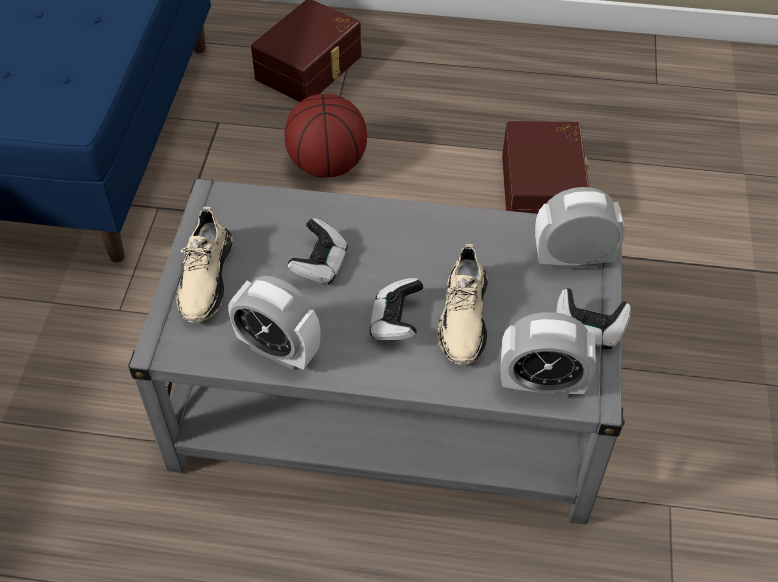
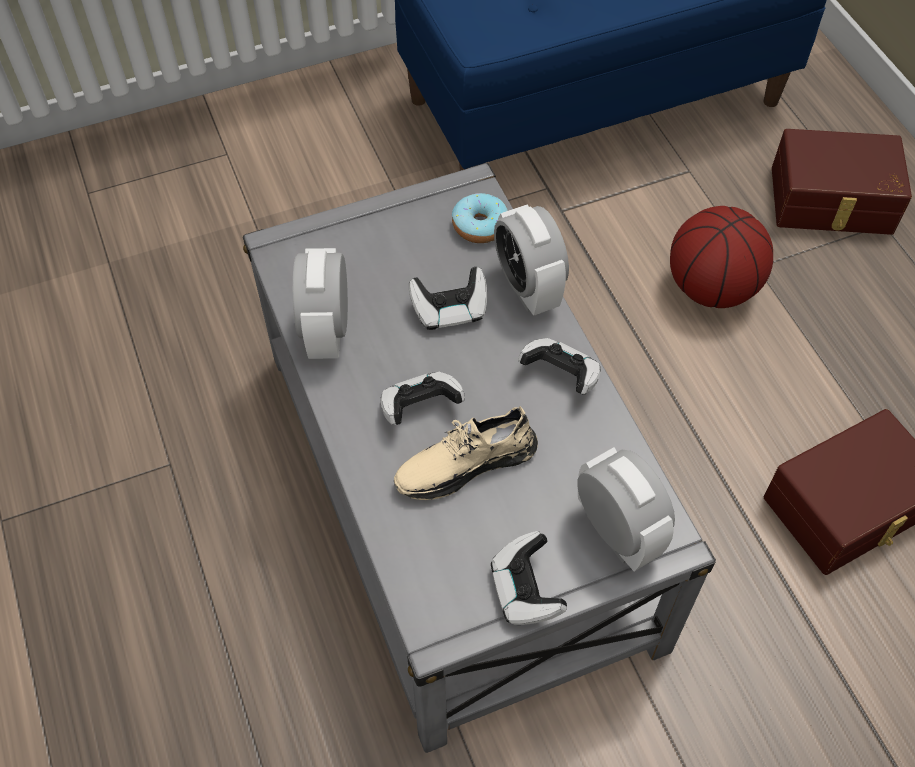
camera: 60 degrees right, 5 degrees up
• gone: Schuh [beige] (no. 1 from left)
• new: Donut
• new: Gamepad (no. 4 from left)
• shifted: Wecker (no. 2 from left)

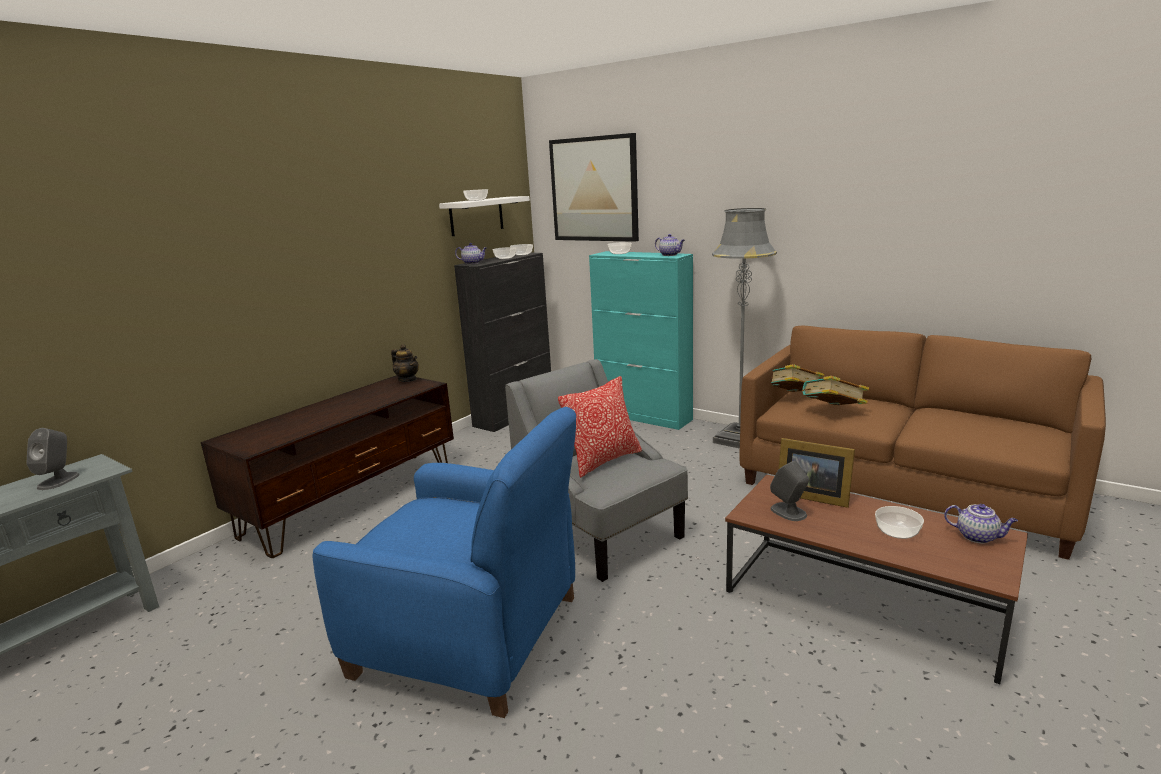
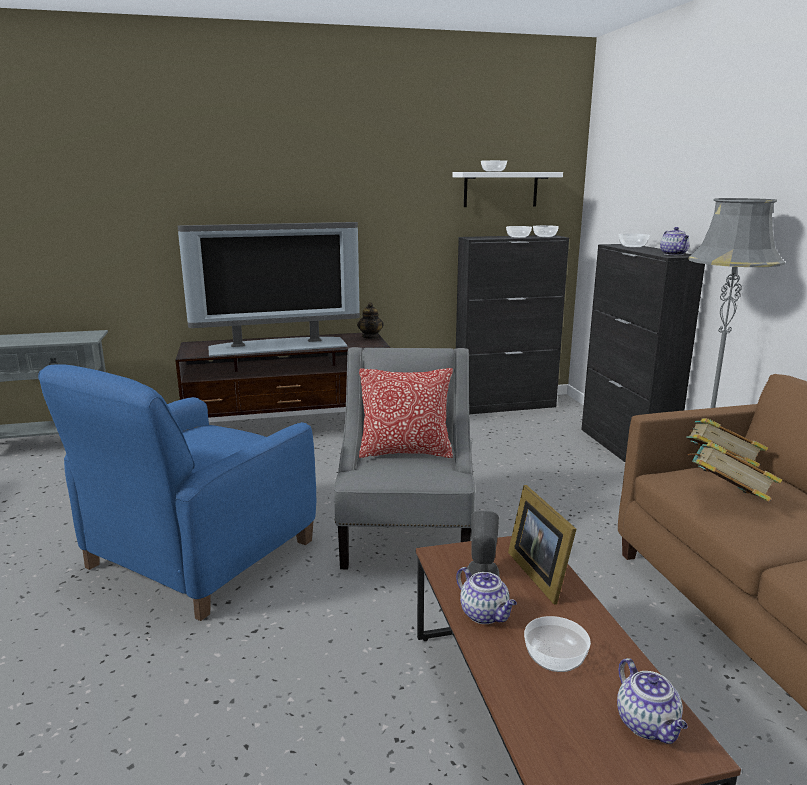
camera: 40 degrees right, 0 degrees up
• gone: Lautsprecher [grau] (no. 1 from left)
• gone: Bild
• new: Fernseher
• shifted: Teekanne (no. 2 from left)
• repainted: Schrank [türkis] to Schrank [schwarz] (no. 2 from left)
• rotated: Sessel [blau] 60 degrees clockwise

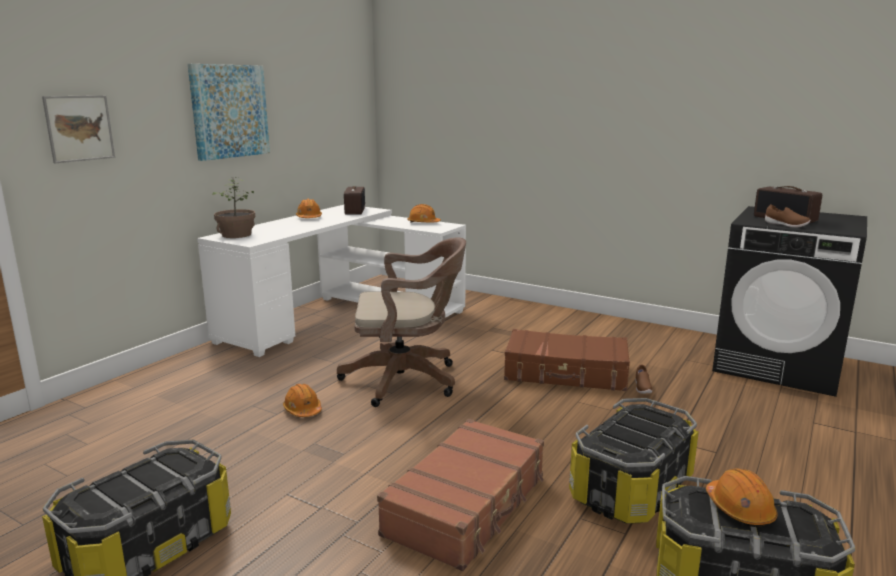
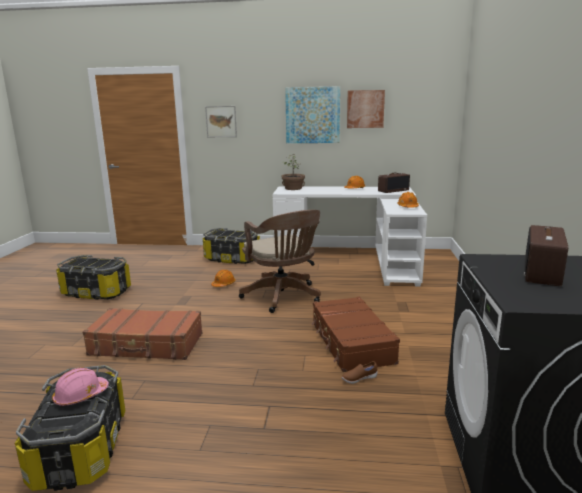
camera: 65 degrees right, 0 degrees up
• gone: Schuh [braun] (no. 2 from left)
• new: Bild (no. 3 from left)
• shifted: Aufbewahrungsbox (no. 2 from left in the first image) to Aufbewahrungsbox (no. 3 from left)
• repainted: Schutzhelm [orange] (no. 4 from left) to Schutzhelm [rosa]

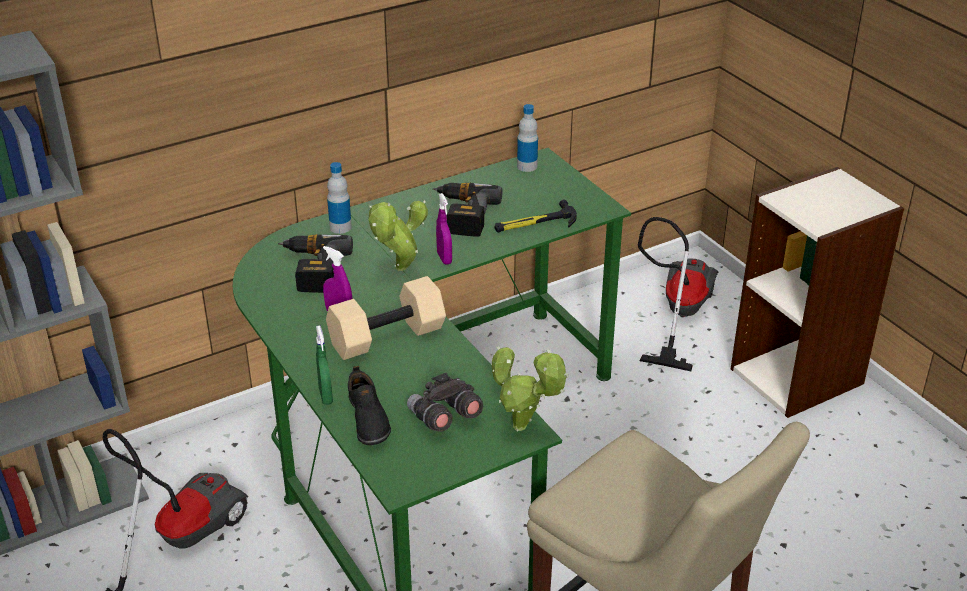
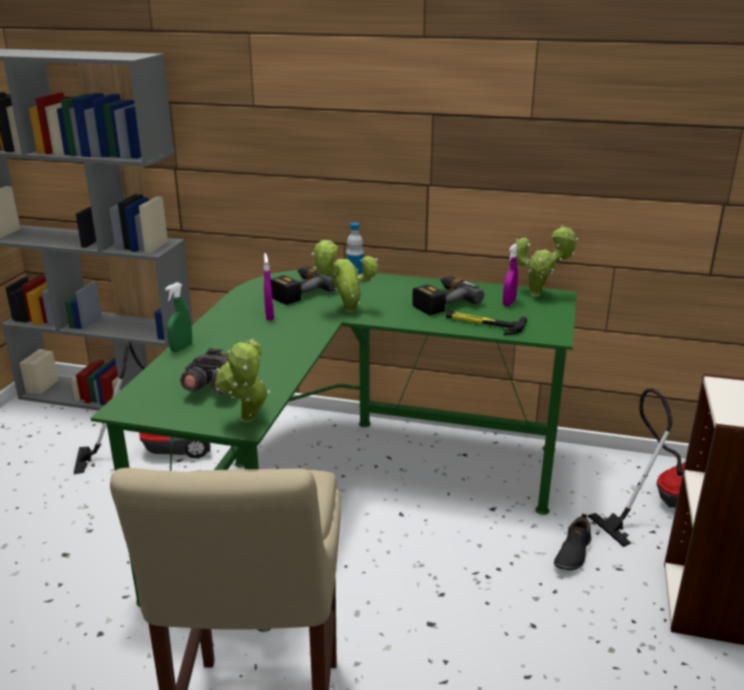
camera: 45 degrees right, 10 degrees down
• gone: Hantel [beige]
• shifted: Schuh [schwarz]
• shifted: Sprühflasche [lila] (no. 2 from left)
• swapped: Flasche (no. 2 from left) to Topfpflanze (no. 3 from left)

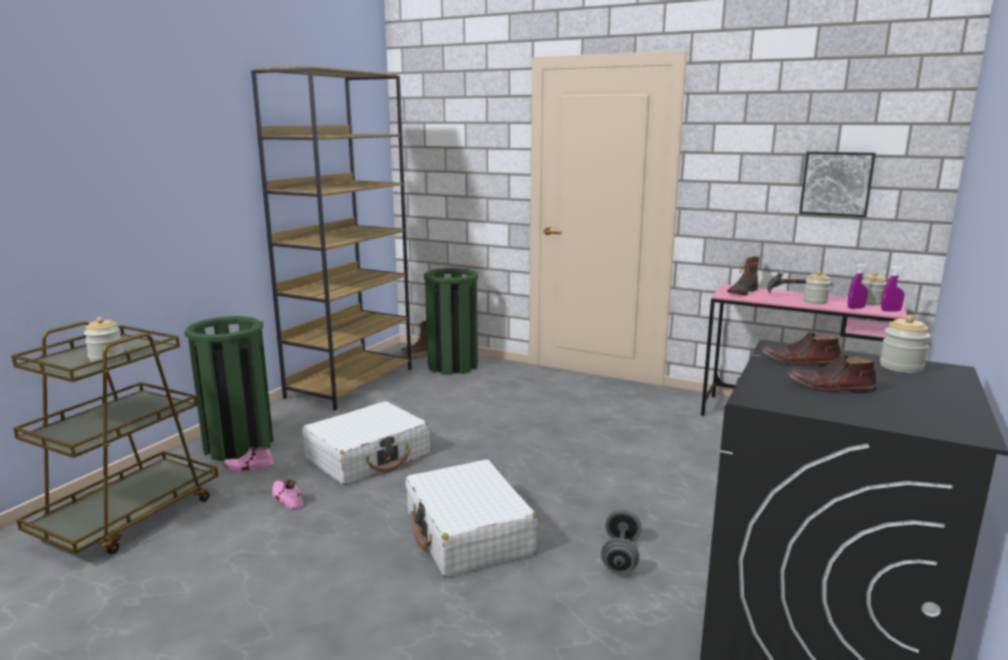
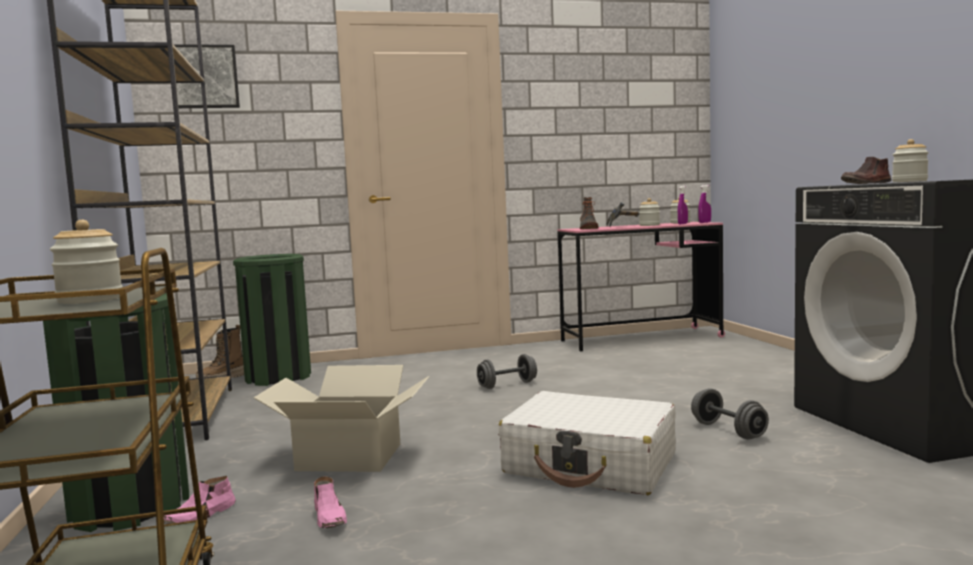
camera: 40 degrees left, 10 degrees down
• gone: Schuh [braun] (no. 2 from left)
• new: Hantel [grau] (no. 1 from left)
• shifted: Bild
• swapped: Koffer [weiß] (no. 1 from left) to Karton
• rotated: Schuh [rosa] (no. 2 from left) 120 degrees counterclockwise

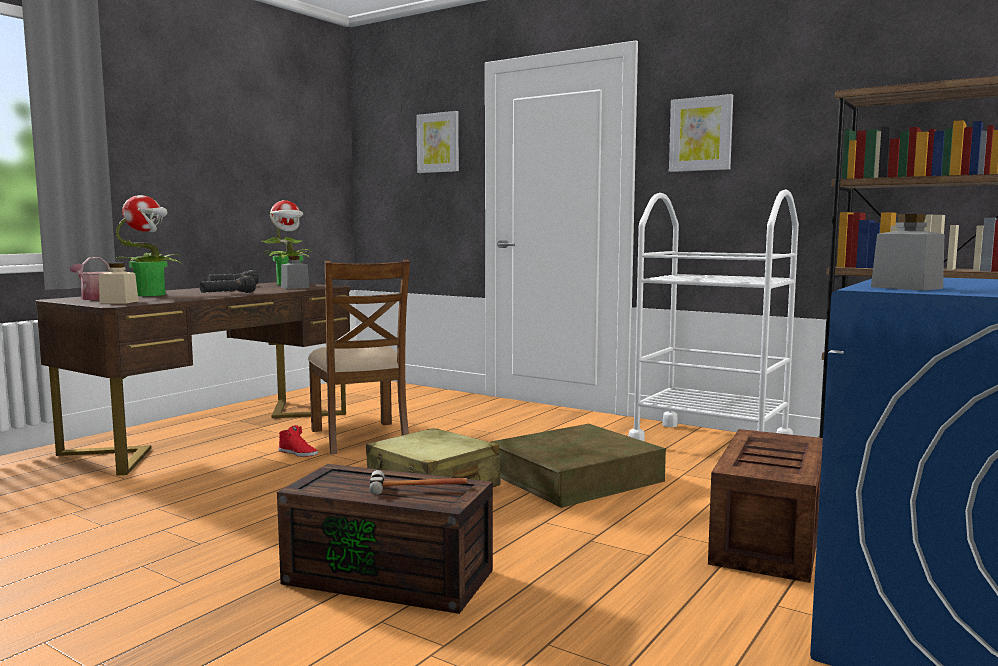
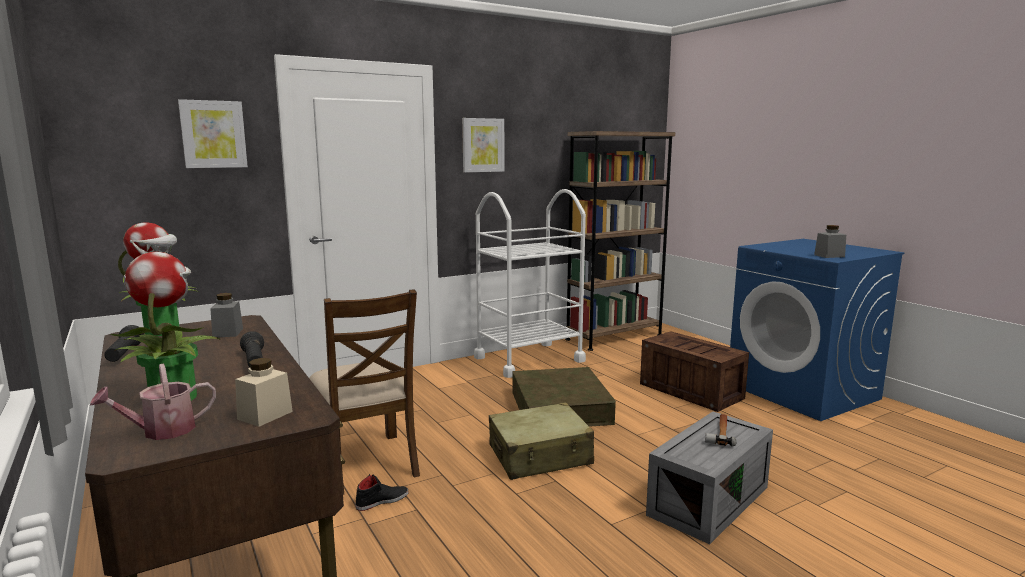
camera: 65 degrees left, 5 degrees up
• repainted: Aufbewahrungsbox [braun] (no. 1 from left) to Aufbewahrungsbox [grau]
• repainted: Schuh [rot] to Schuh [schwarz]
• rotated: Stuhl [braun] 60 degrees clockwise

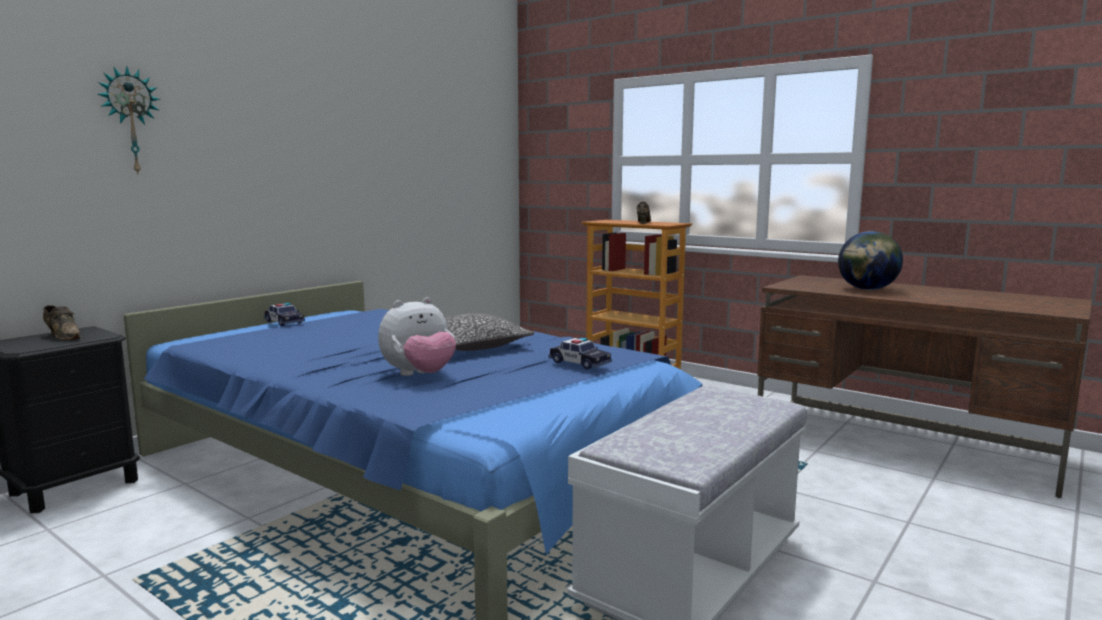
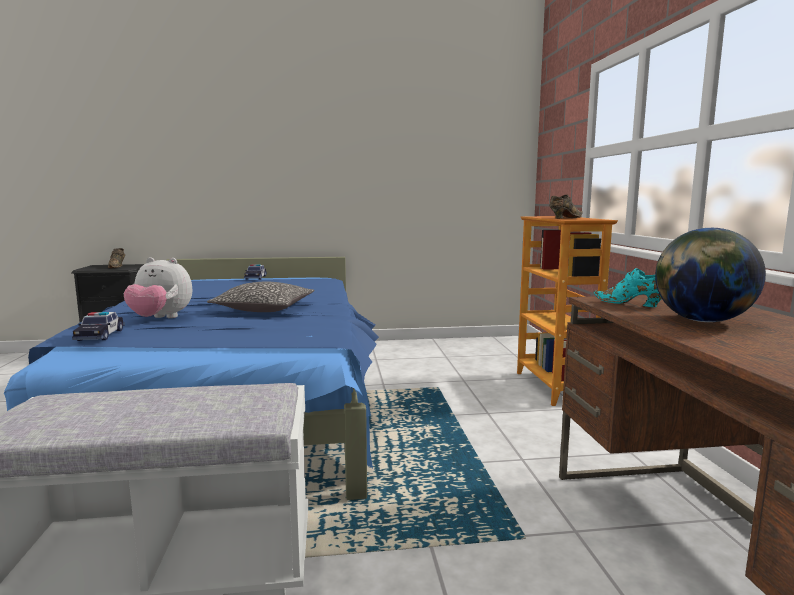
camera: 45 degrees right, 0 degrees up
• gone: Wanduhr
• new: Schuh [türkis]
• shifted: Spielzeugauto (no. 2 from left in the first image) to Spielzeugauto (no. 1 from left)

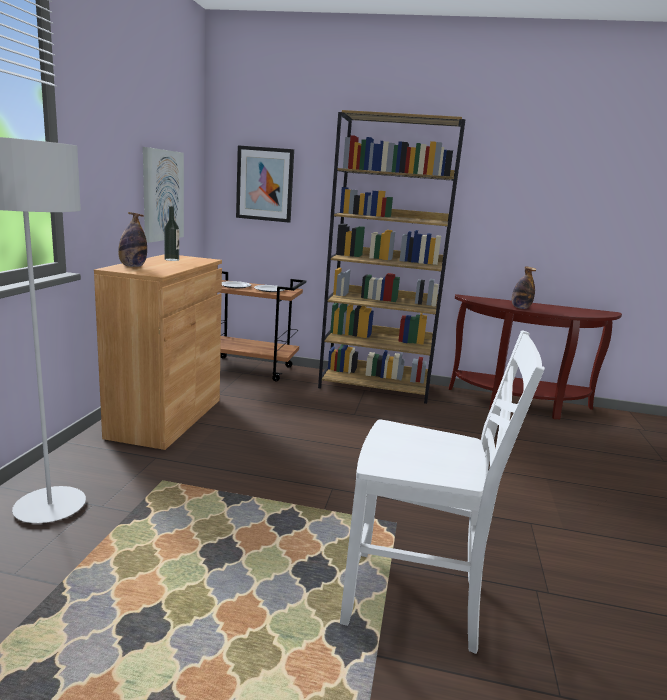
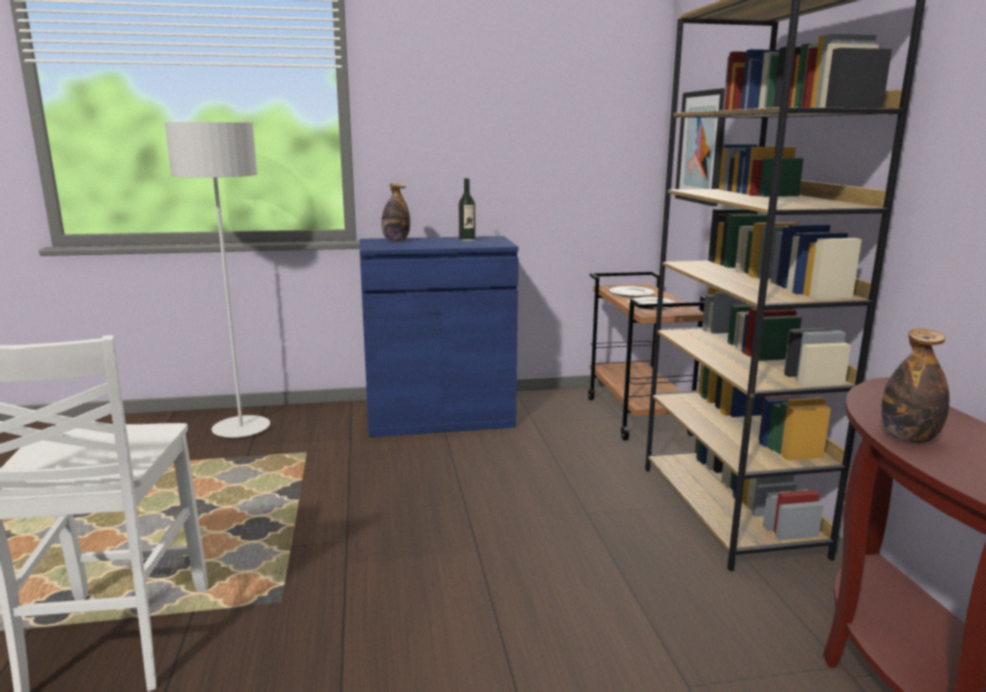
camera: 70 degrees right, 0 degrees up
• gone: Bild (no. 1 from left)
• repainted: Schrank [braun] to Schrank [blau]

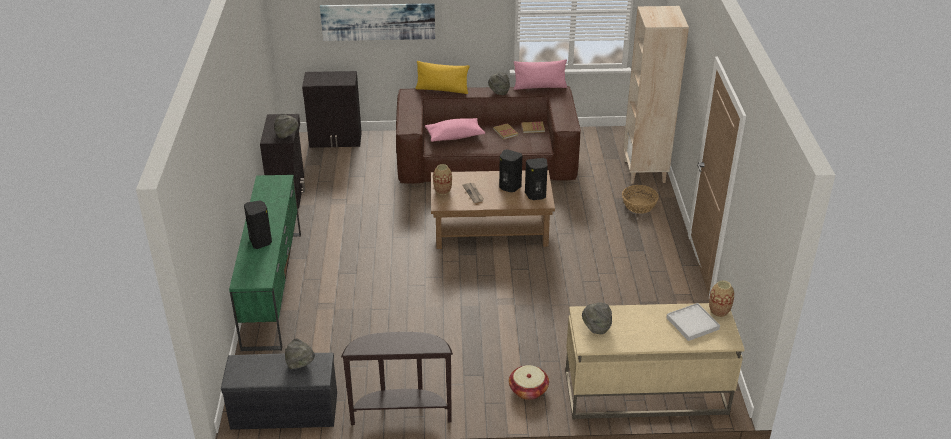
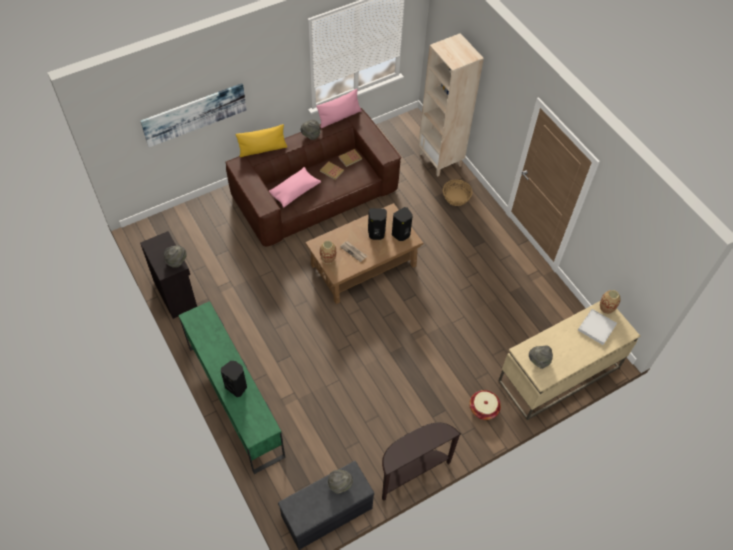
camera: 30 degrees left, 20 degrees up
• gone: Schrank [schwarz] (no. 2 from left)

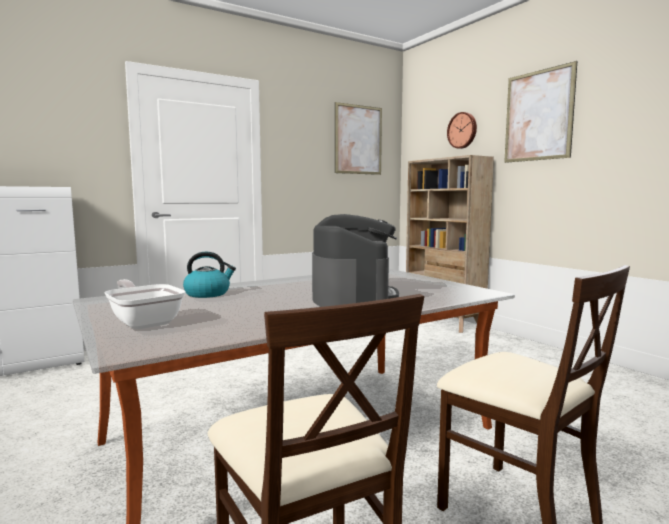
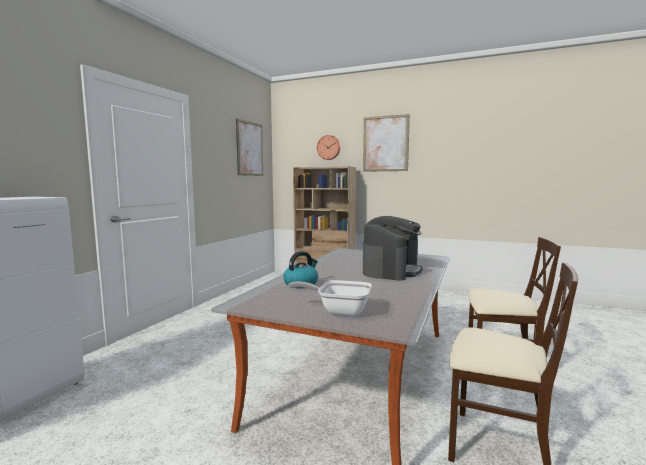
camera: 35 degrees left, 0 degrees up
• rotated: Kaffeemaschine 60 degrees clockwise

